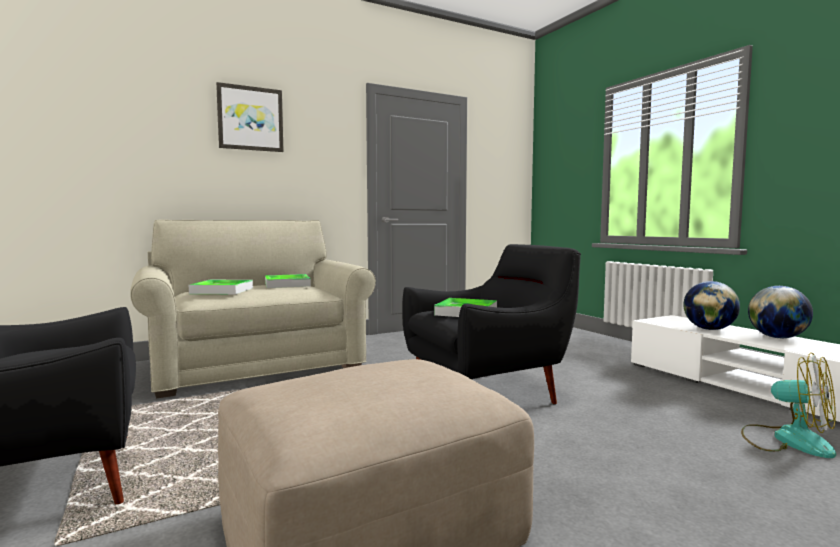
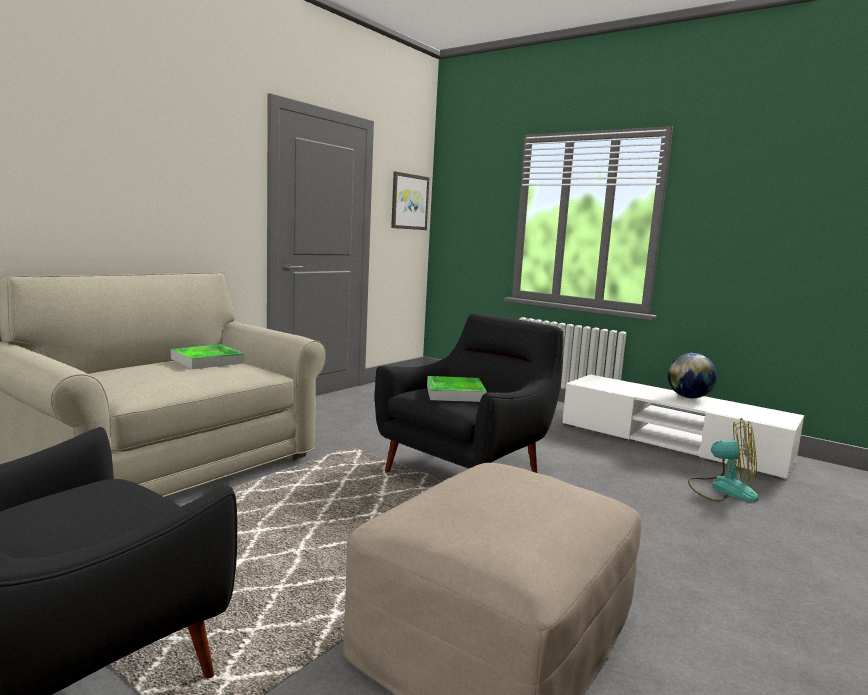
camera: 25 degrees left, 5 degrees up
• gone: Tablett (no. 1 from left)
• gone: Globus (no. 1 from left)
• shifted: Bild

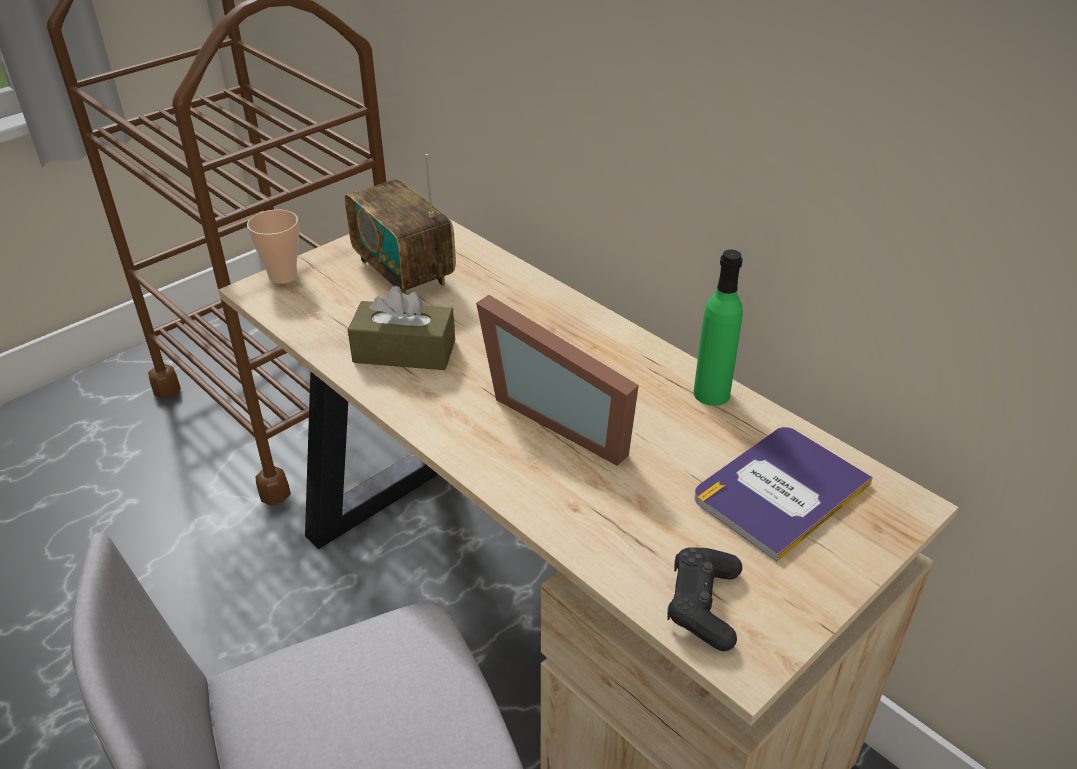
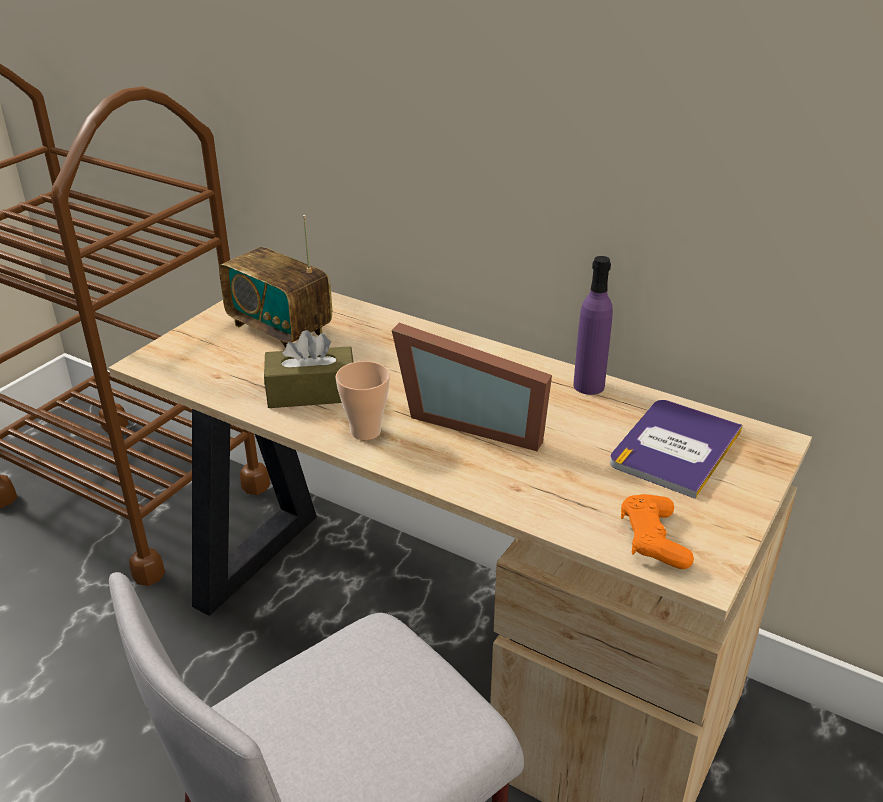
camera: 15 degrees left, 5 degrees down
• shifted: Tasse
• repainted: Gamepad [schwarz] to Gamepad [orange]
• repainted: Flasche [grün] to Flasche [lila]

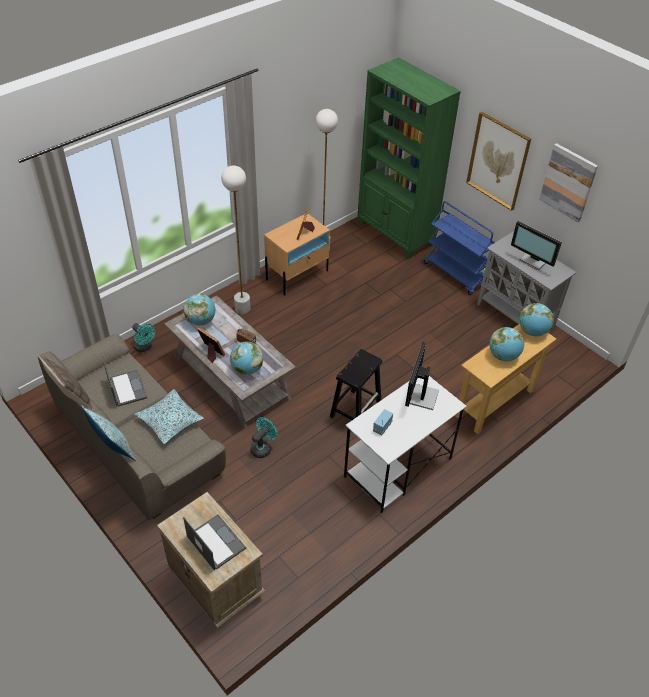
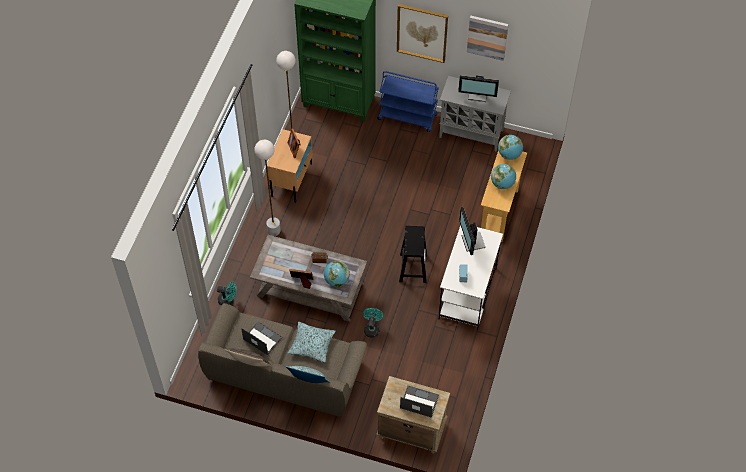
camera: 30 degrees left, 10 degrees up
• gone: Globus (no. 1 from left)

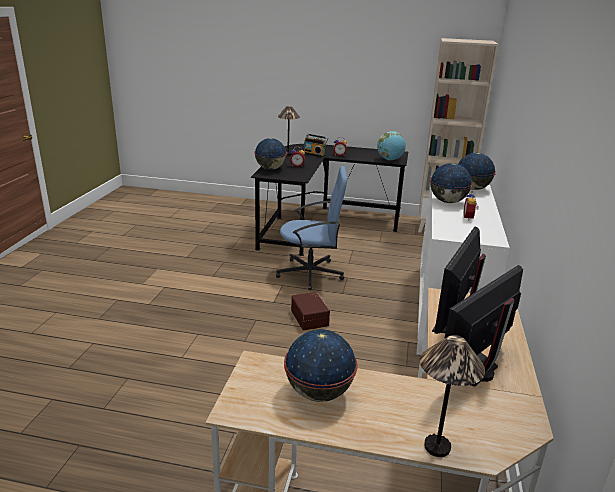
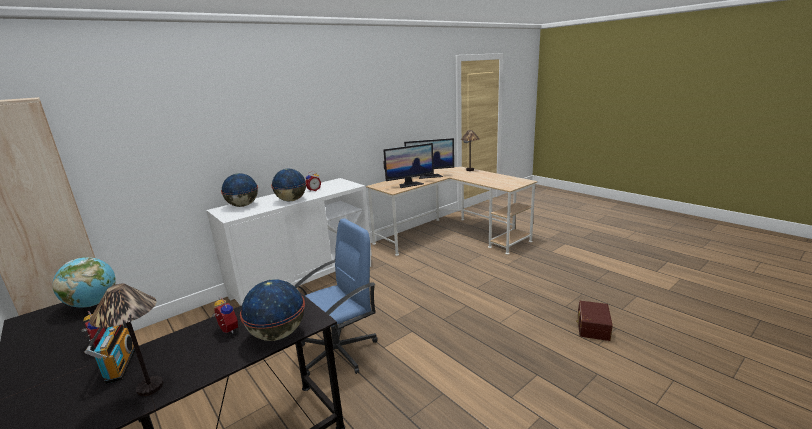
camera: 140 degrees left, 5 degrees down
• gone: Globus (no. 2 from left)
• shifted: Aufbewahrungsbox [braun]
• rotated: Bürostuhl [blau] 105 degrees clockwise

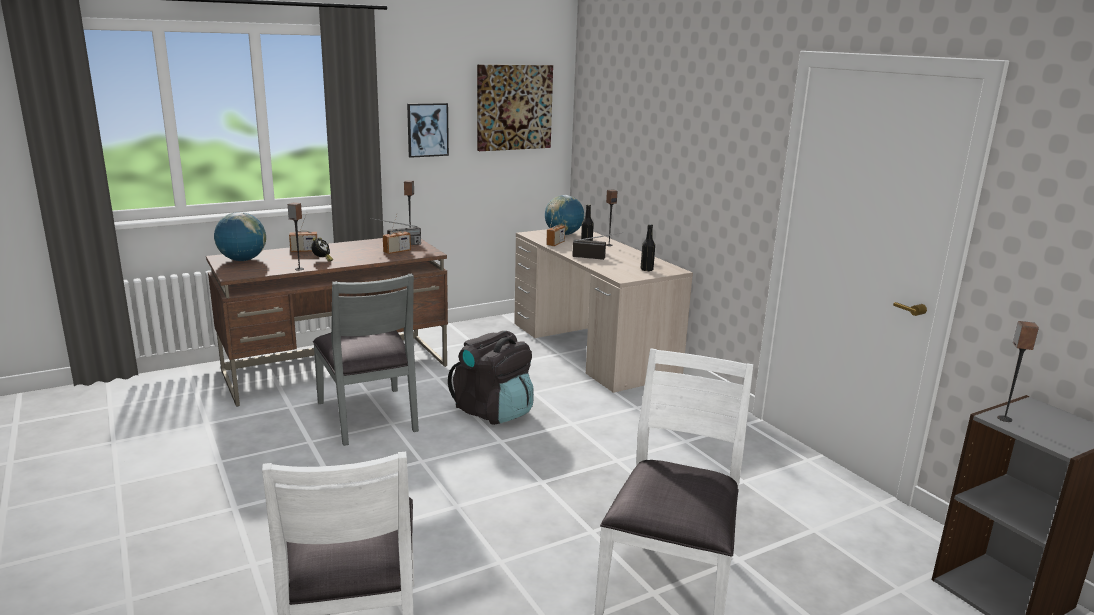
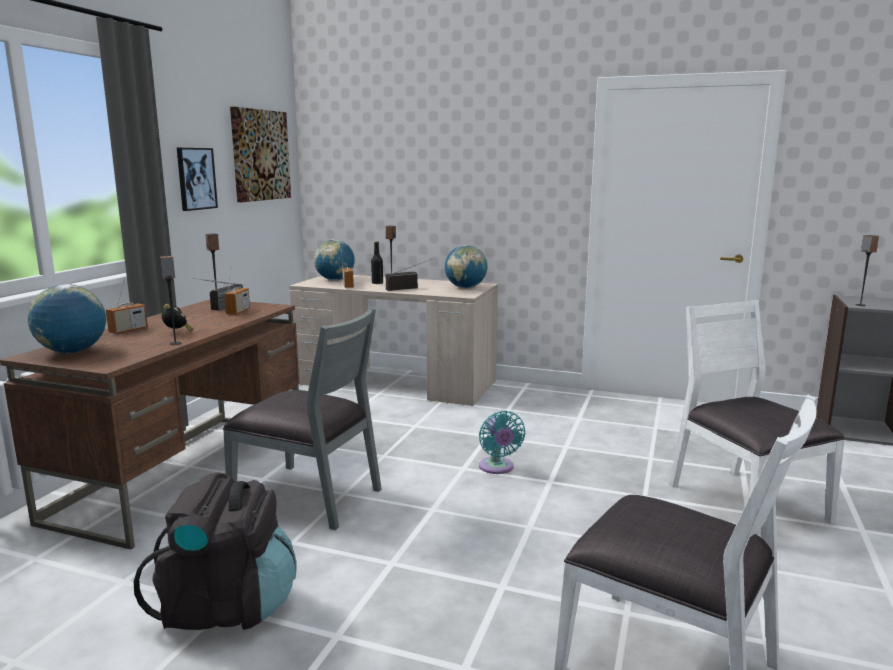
camera: 40 degrees left, 5 degrees down
• new: Ventilator [türkis]
• shifted: Rucksack [schwarz]
• swapped: Flasche [schwarz] (no. 2 from left) to Globus (no. 3 from left)

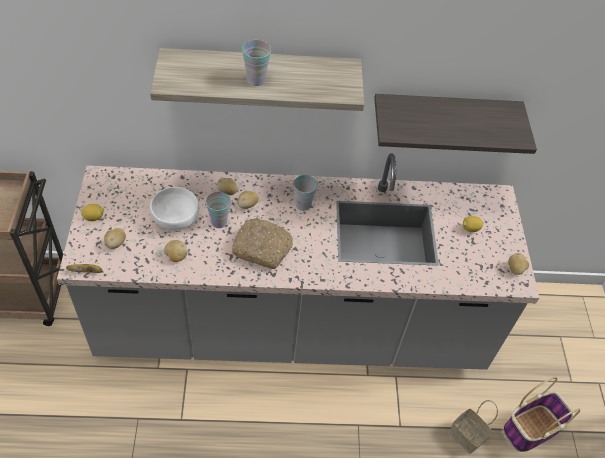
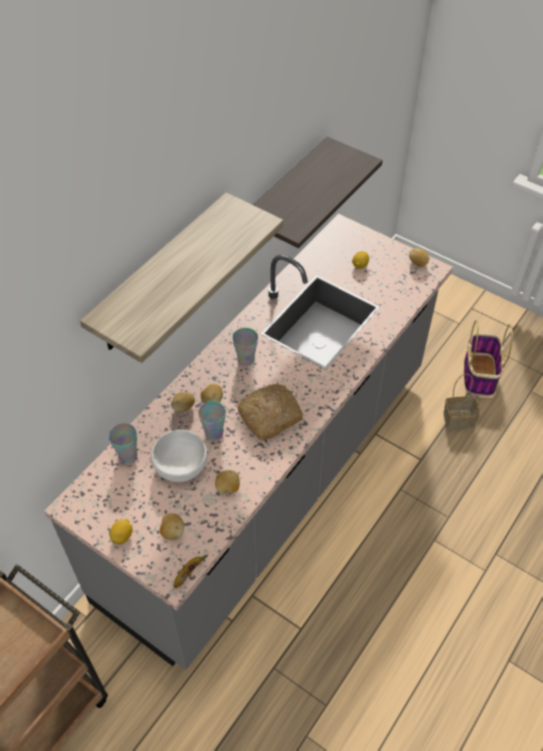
camera: 50 degrees left, 0 degrees up
• shifted: Tasse (no. 2 from left in the first image) to Tasse (no. 1 from left)

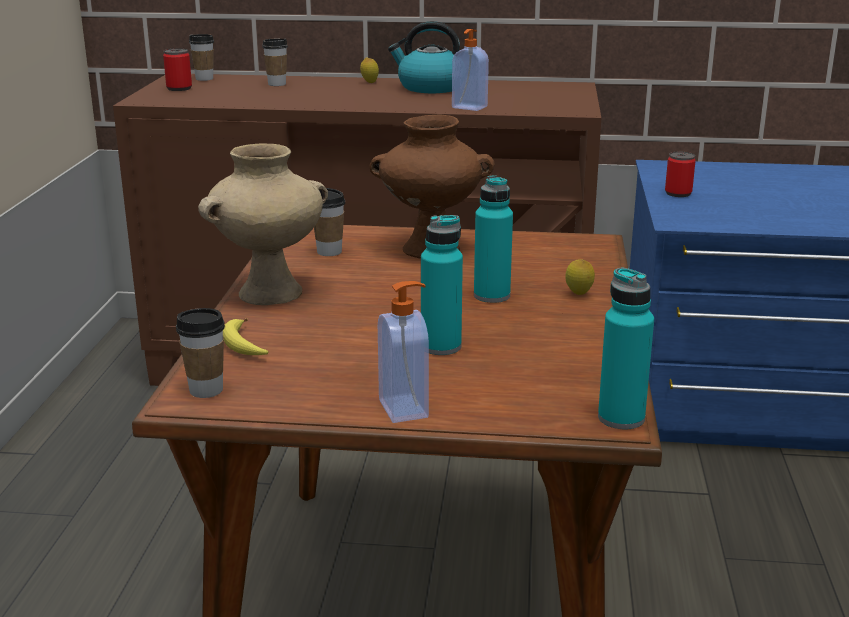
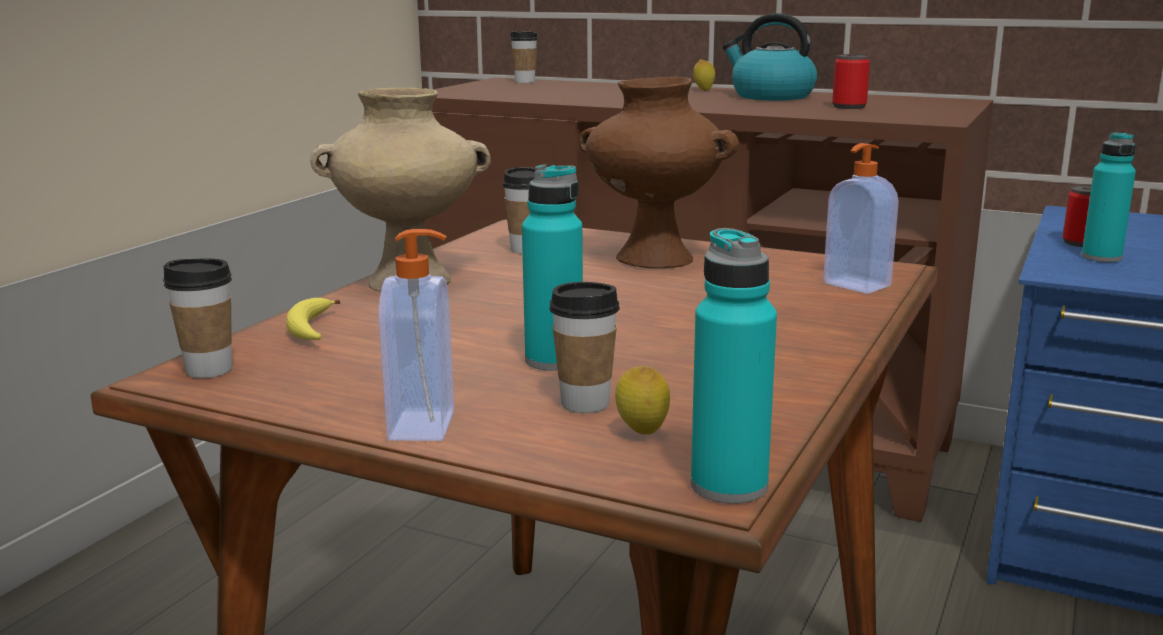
camera: 20 degrees right, 5 degrees down
• shifted: Dose (no. 1 from left)
• shifted: Tasse (no. 3 from left in the first image) to Tasse (no. 4 from left)
• shifted: Seifenspender (no. 2 from left)
• shifted: Flasche [türkis] (no. 2 from left in the first image) to Flasche [türkis] (no. 3 from left)
• shifted: Zitrone (no. 2 from left in the first image) to Zitrone (no. 1 from left)

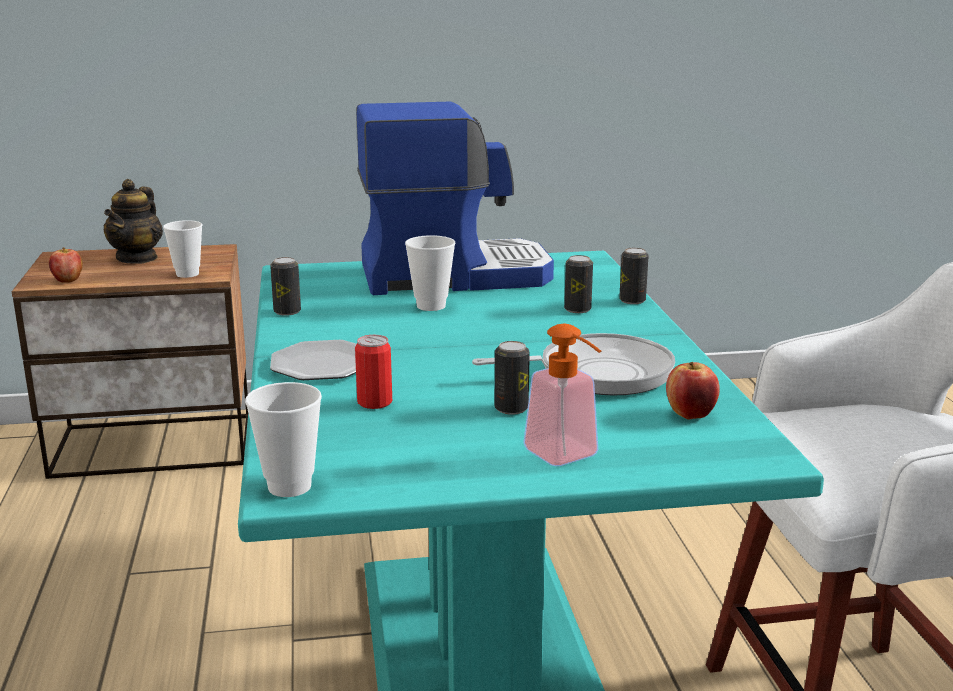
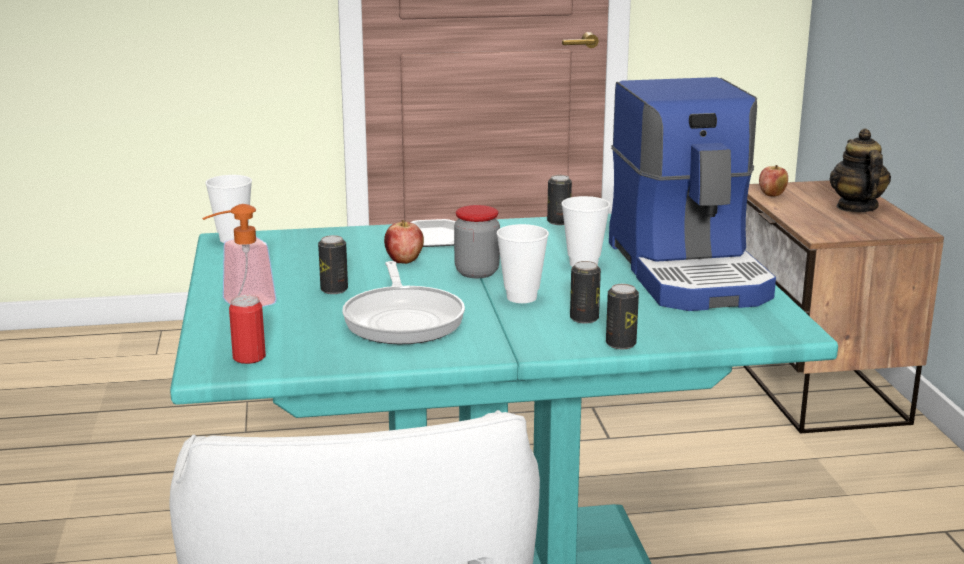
camera: 90 degrees right, 0 degrees up
• new: Vorratsglas
• shifted: Tasse (no. 1 from left in the first image) to Tasse (no. 2 from left)
• shifted: Dose (no. 2 from left in the first image) to Dose (no. 1 from left)
• shifted: Apfel (no. 2 from left in the first image) to Apfel (no. 1 from left)
• rotated: Teekanne 75 degrees clockwise

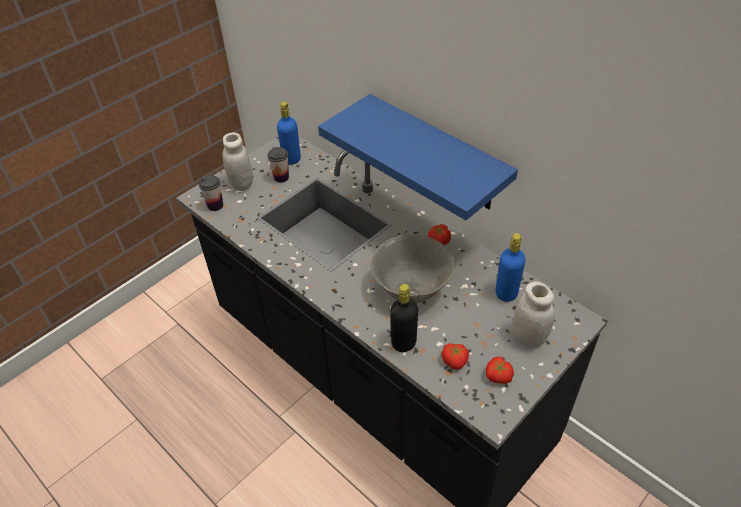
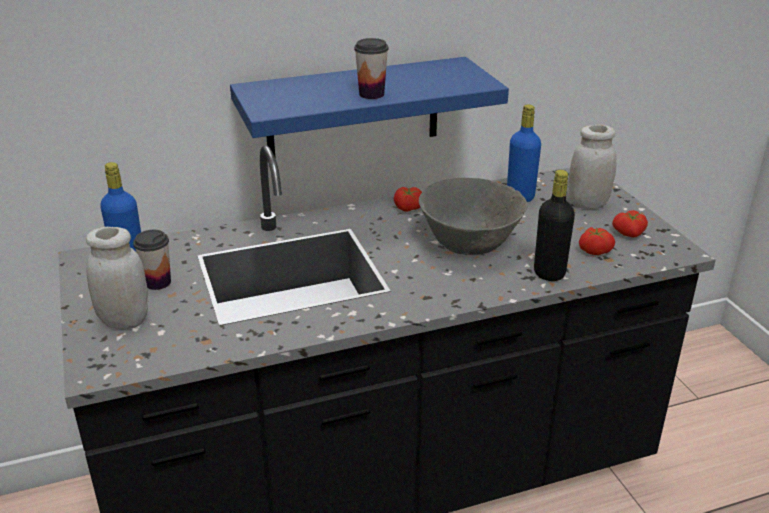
camera: 65 degrees left, 15 degrees down
• shifted: Tasse (no. 1 from left in the first image) to Tasse (no. 2 from left)

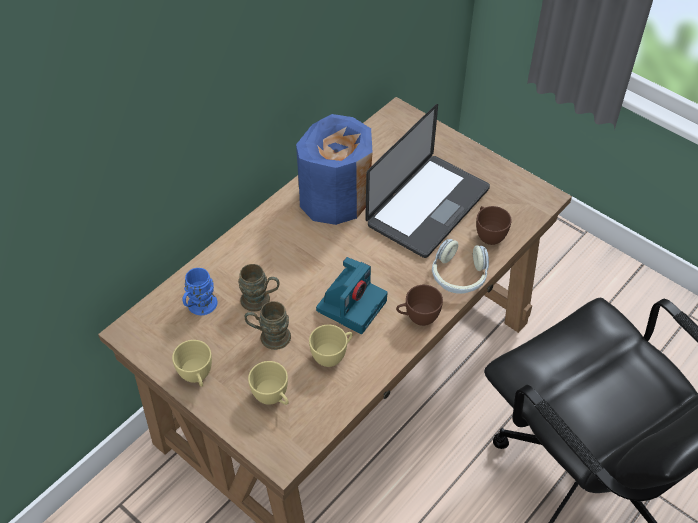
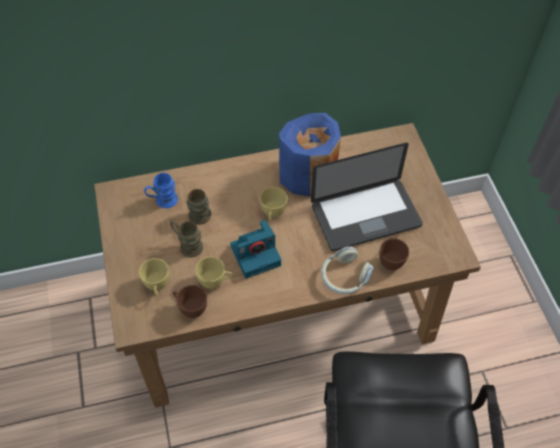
camera: 35 degrees right, 5 degrees up
• shifted: Tasse [gelb] (no. 1 from left in the first image) to Tasse [gelb] (no. 3 from left)
• shifted: Tasse [braun] (no. 1 from left)

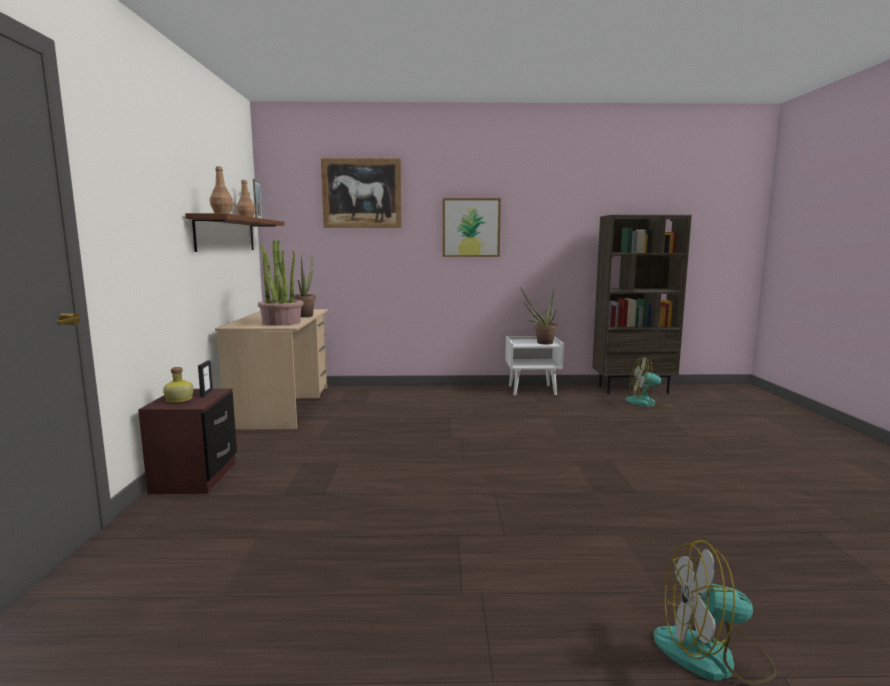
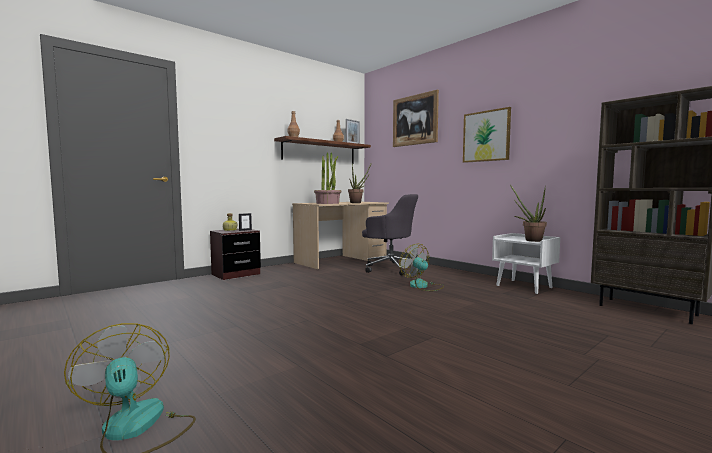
camera: 50 degrees right, 5 degrees down
• new: Bürostuhl [grau]
• shifted: Ventilator (no. 1 from left in the first image) to Ventilator (no. 2 from left)

